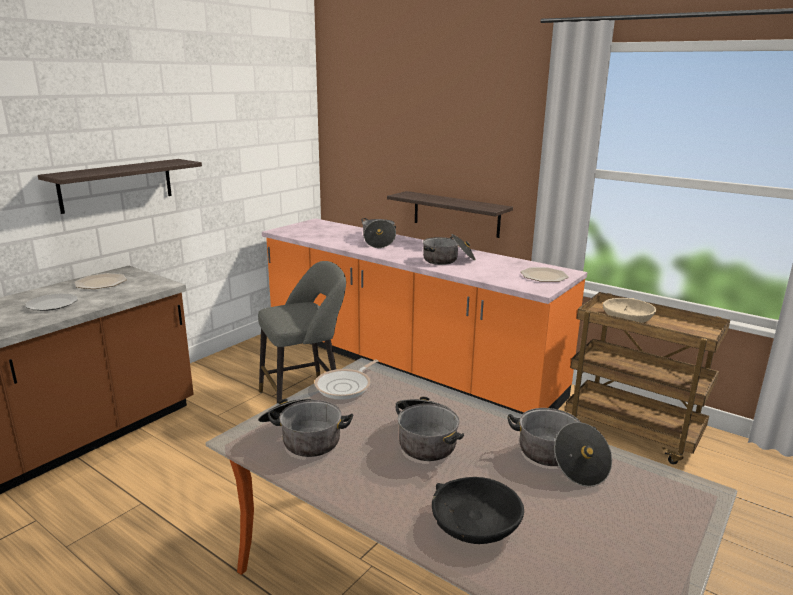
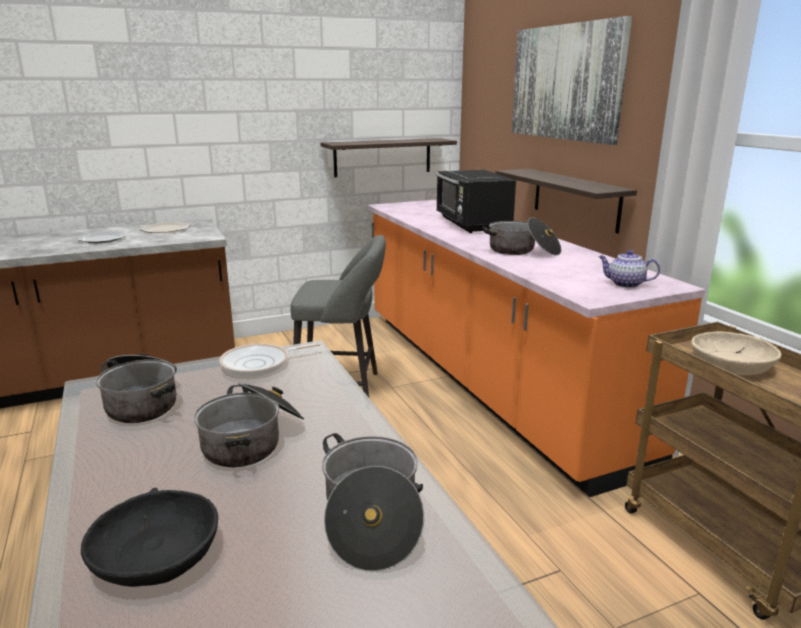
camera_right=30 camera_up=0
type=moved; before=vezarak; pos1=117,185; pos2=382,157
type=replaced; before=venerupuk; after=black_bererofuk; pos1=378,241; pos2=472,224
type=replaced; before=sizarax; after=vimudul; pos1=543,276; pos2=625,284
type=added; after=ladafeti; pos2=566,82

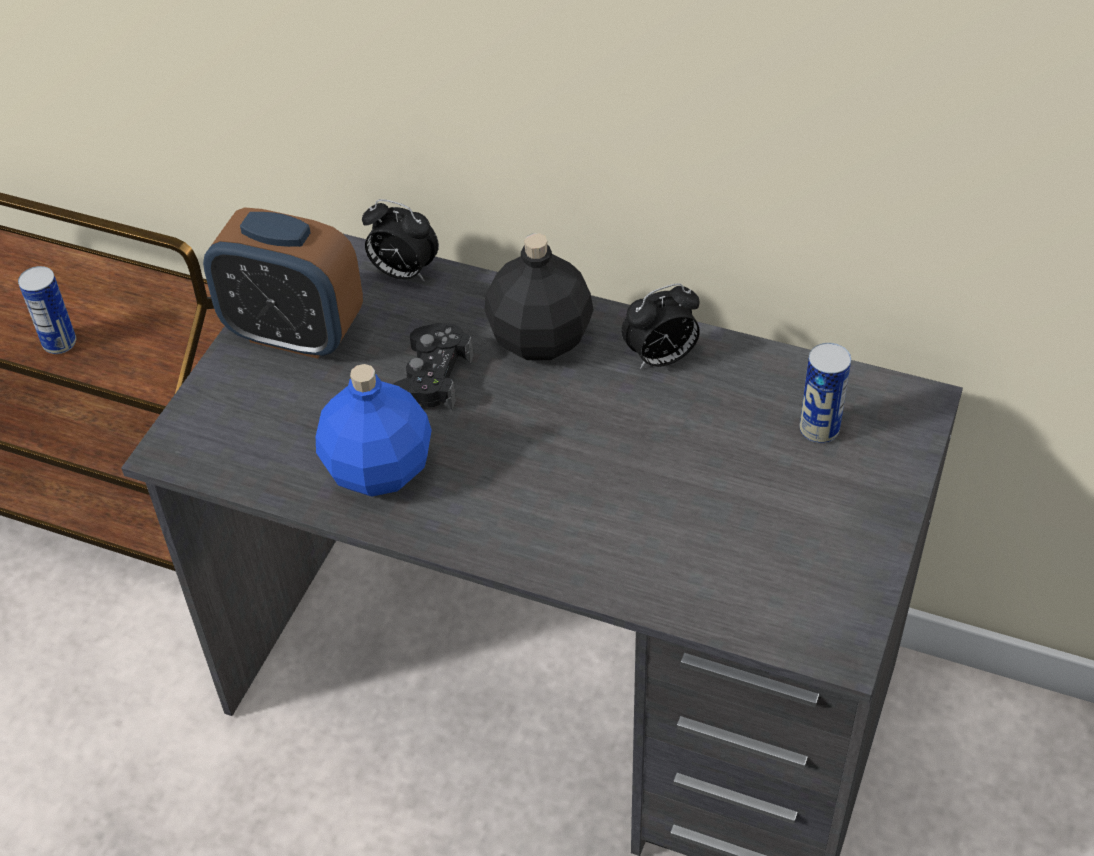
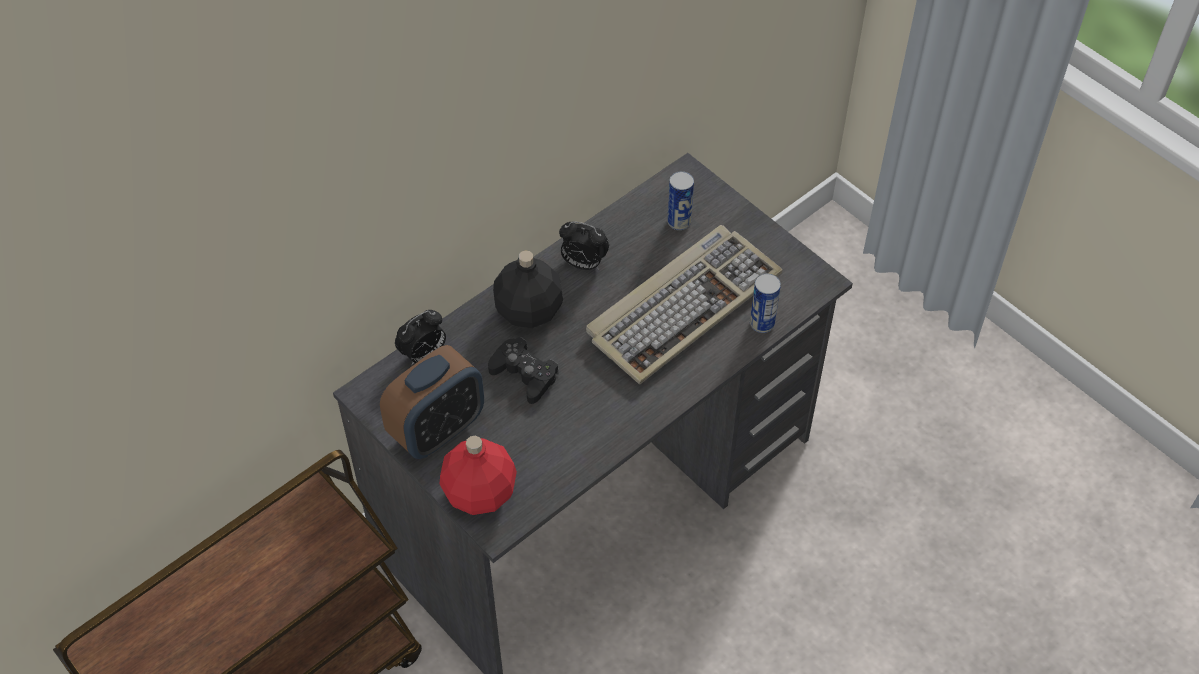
camera_right=-65 camera_up=5
type=moved; before=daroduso; pos1=59,343; pos2=762,323
type=removed; before=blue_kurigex; pos1=378,468
type=turned; before=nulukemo; pos1=660,359; pos2=583,264; turn=105
type=added; after=red_kurigex; pos2=480,492
type=added; after=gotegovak; pos2=683,305

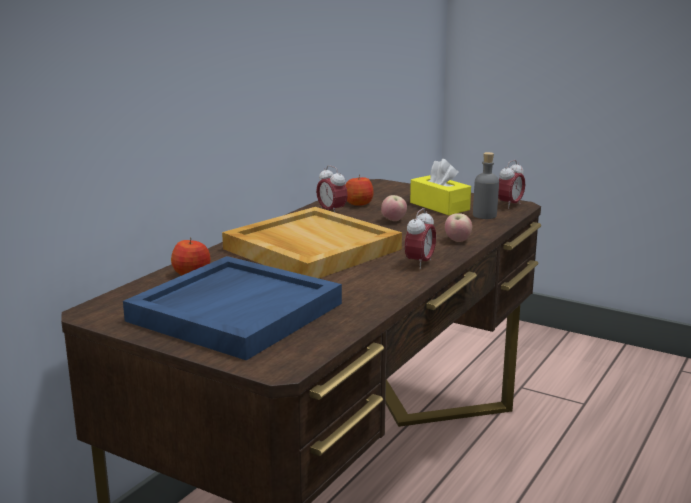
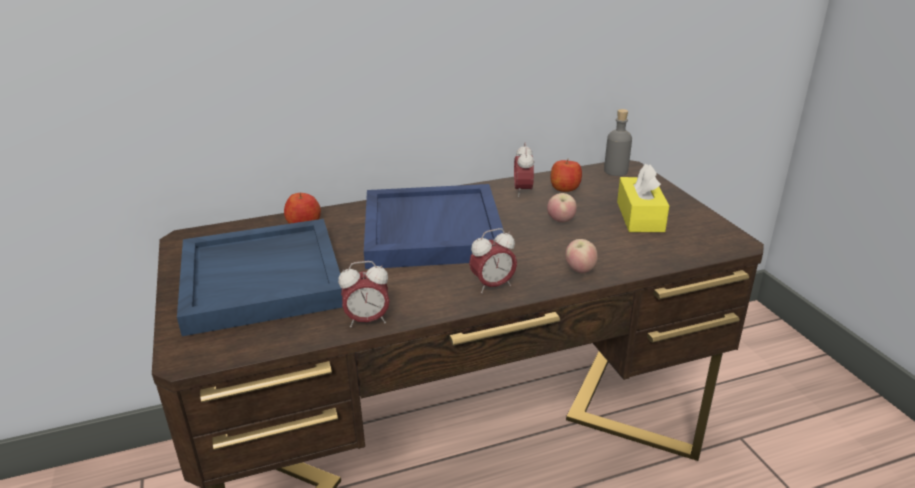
camera_right=40 camera_up=10
type=recoloured; before=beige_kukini; after=blue_kukini; pos1=310,249; pos2=431,230
type=moved; before=grey_kurigex; pos1=484,215; pos2=616,171
type=moved; before=nulukemo; pos1=509,205; pos2=367,320

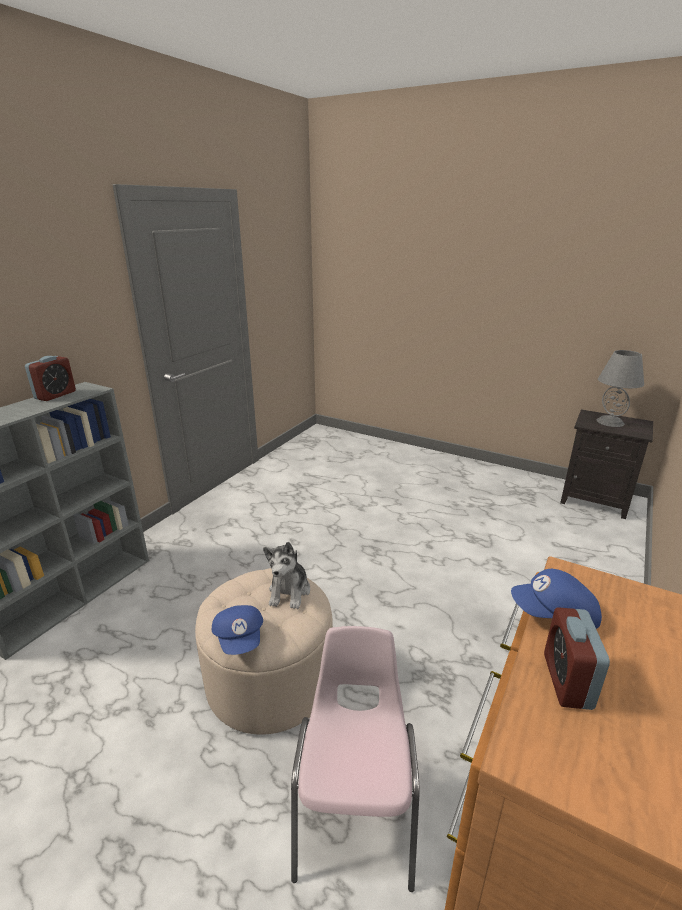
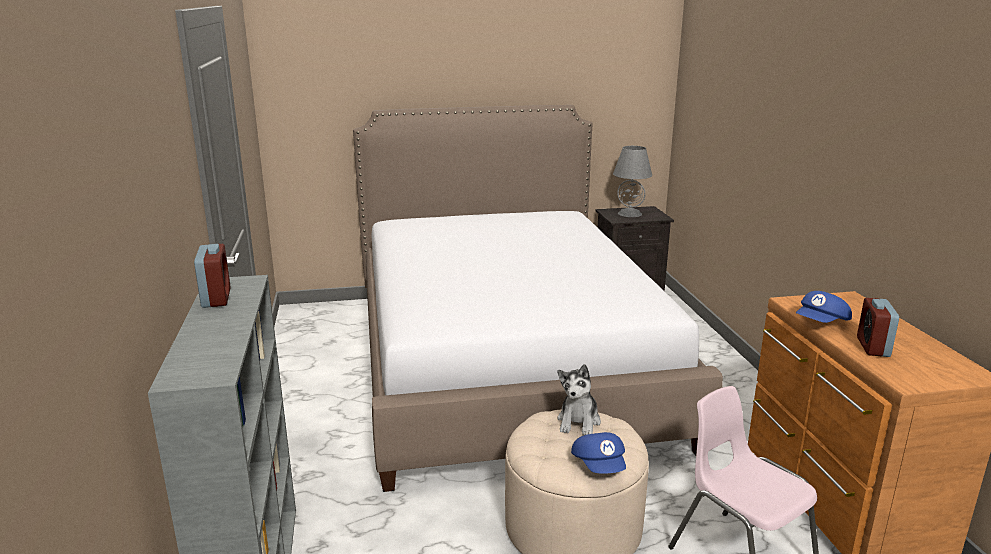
camera_right=-40 camera_up=-5
type=turned; before=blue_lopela; pos1=240,638; pos2=600,466; turn=45
type=turned; before=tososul; pos1=289,591; pos2=579,421; turn=45
type=turned; before=nulukemo; pos1=567,681; pos2=873,347; turn=45
type=added; after=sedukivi; pos2=505,364

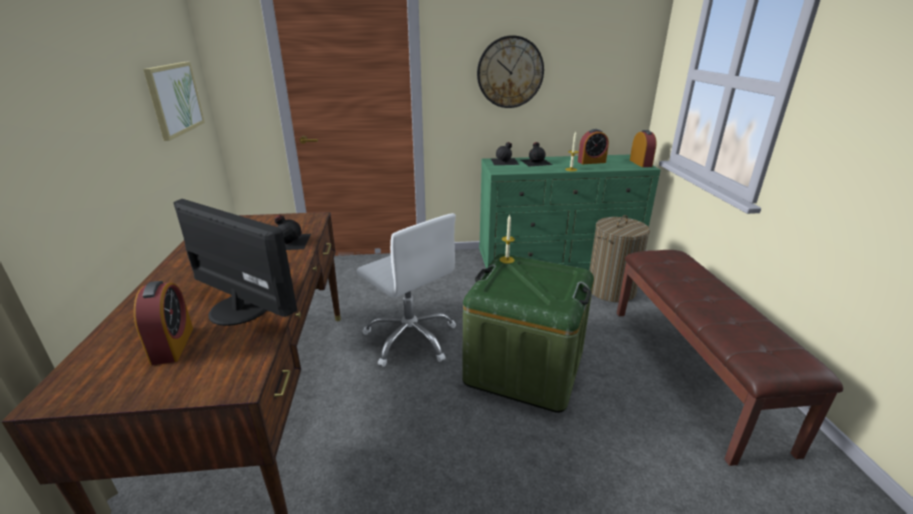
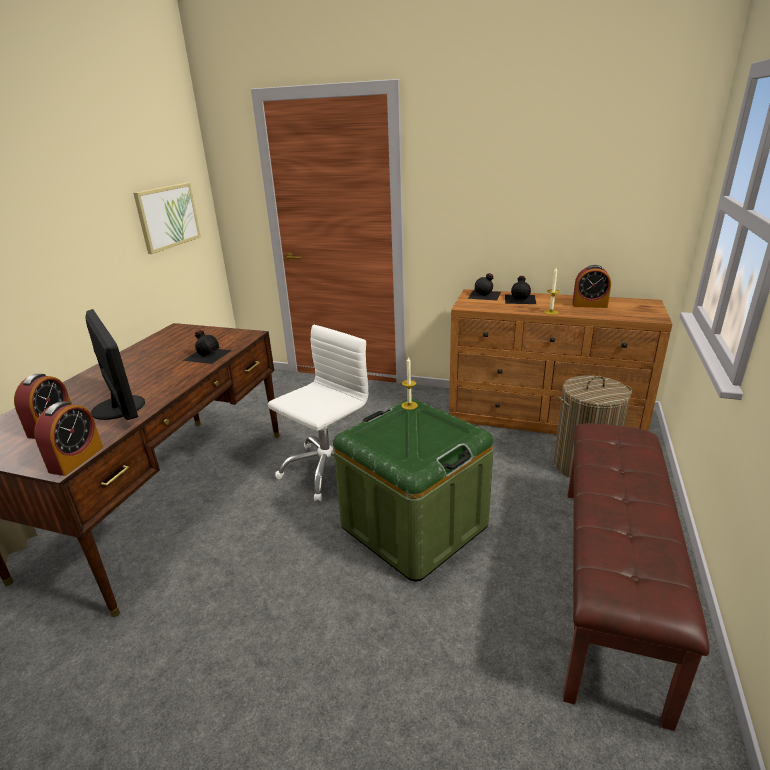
camera_right=25 camera_up=0
type=turned; before=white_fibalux; pos1=411,338; pos2=327,469; turn=-120
type=removed; before=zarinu; pos1=510,72
type=recoloured; before=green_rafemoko; after=brown_rafemoko; pos1=558,260; pos2=545,417
type=moved; before=nulukemo; pos1=640,163; pos2=76,459

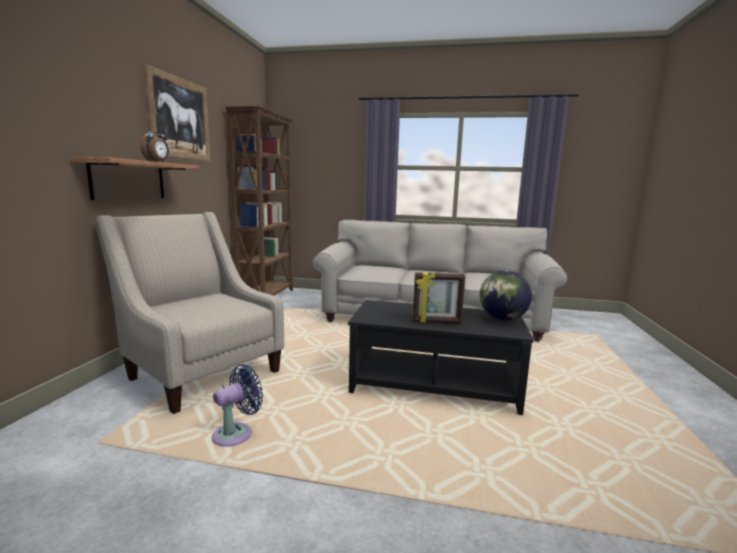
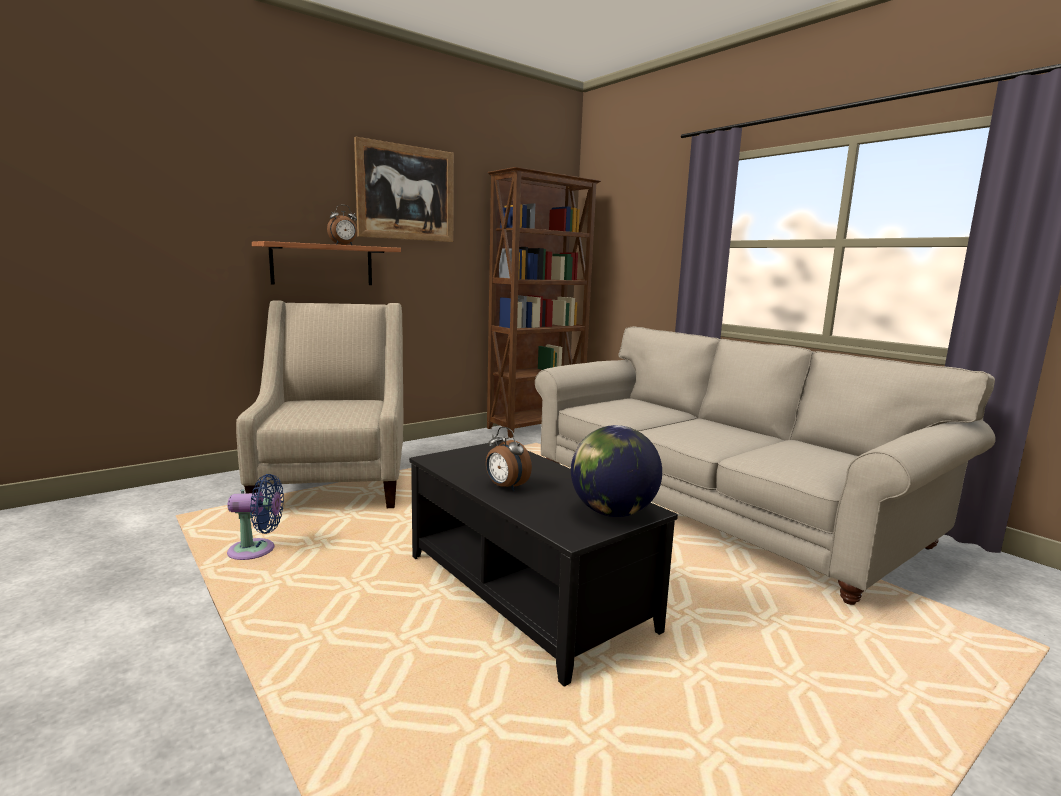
camera_right=40 camera_up=0
type=replaced; before=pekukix; after=nulukemo; pos1=436,321; pos2=505,487

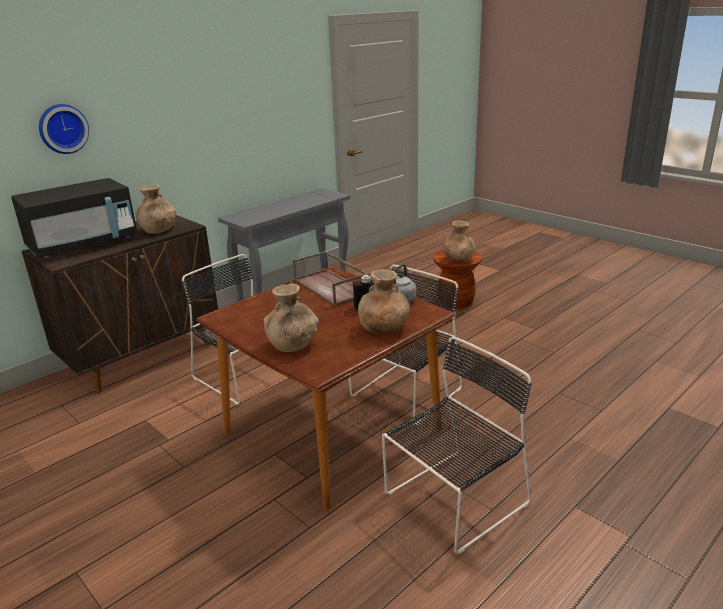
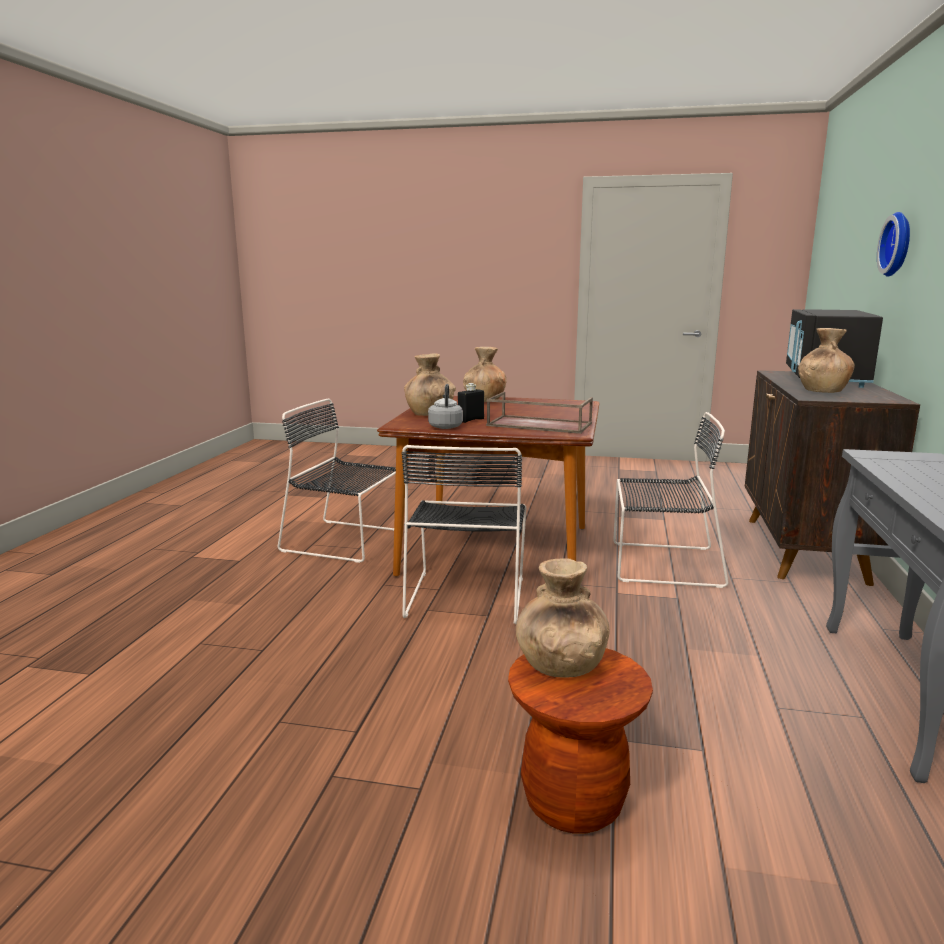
camera_right=145 camera_up=-10
type=turned; before=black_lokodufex; pos1=453,501; pos2=346,541; turn=90

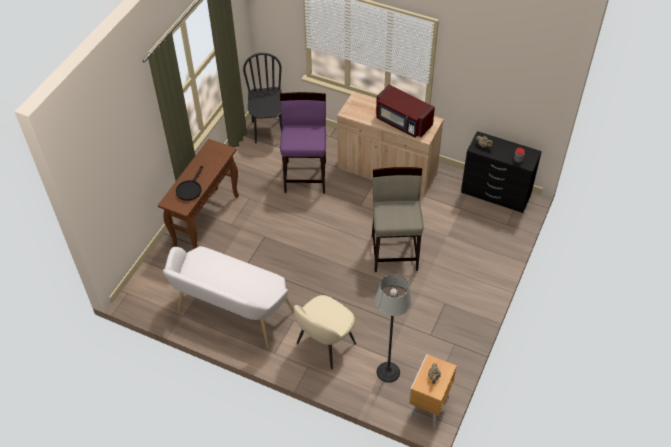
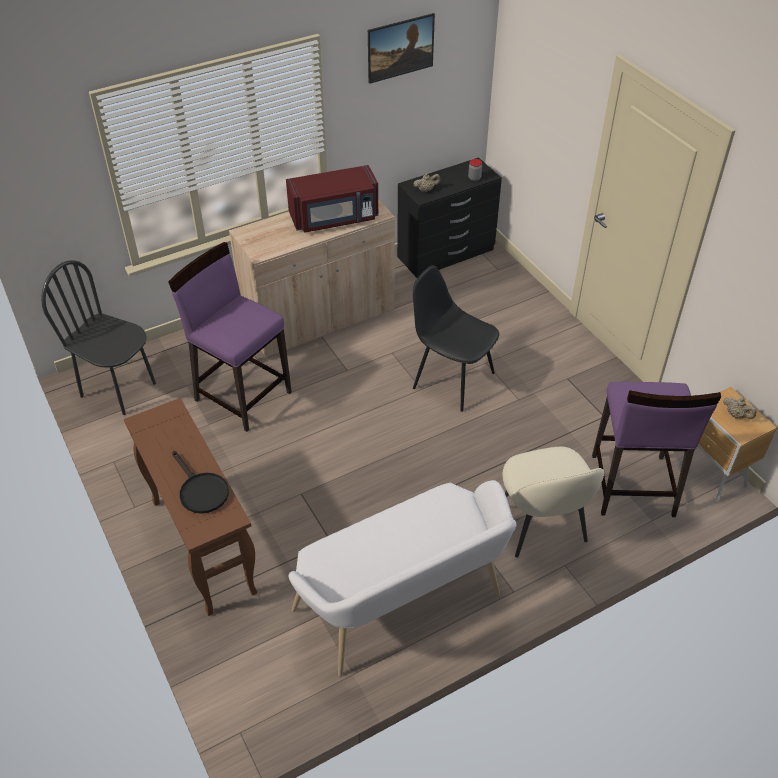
camera_right=-55 camera_up=-5
type=replaced; before=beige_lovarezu; after=black_lokodufex; pos1=395,252; pos2=451,379
type=replaced; before=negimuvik; after=purple_lovarezu; pos1=388,372; pos2=631,486
type=added; after=ladafeti; pos2=400,61

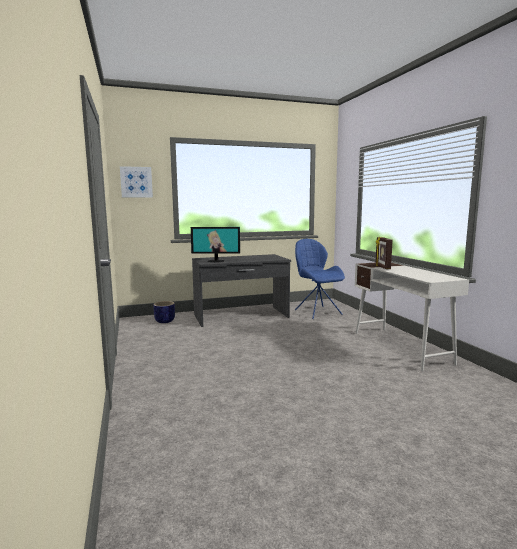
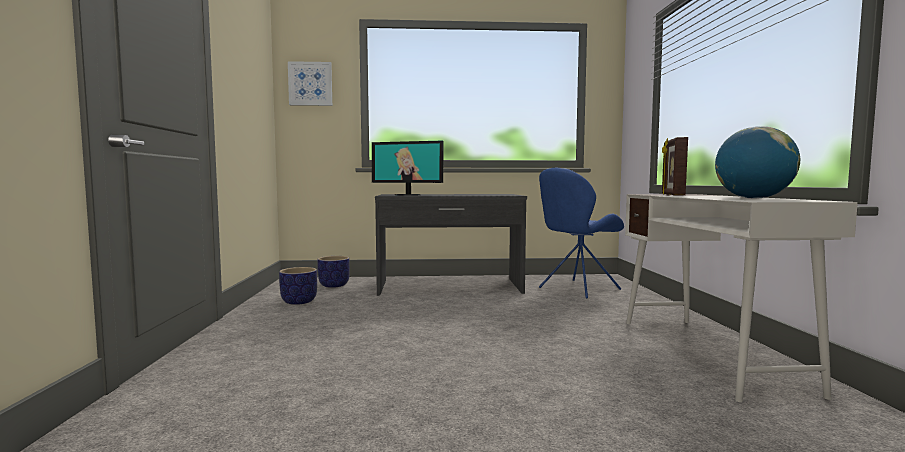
camera_right=15 camera_up=-5
type=turned; before=blue_lokodufex; pos1=317,312; pos2=577,289; turn=-120
type=added; after=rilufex; pos2=299,301
type=added; after=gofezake; pos2=753,198

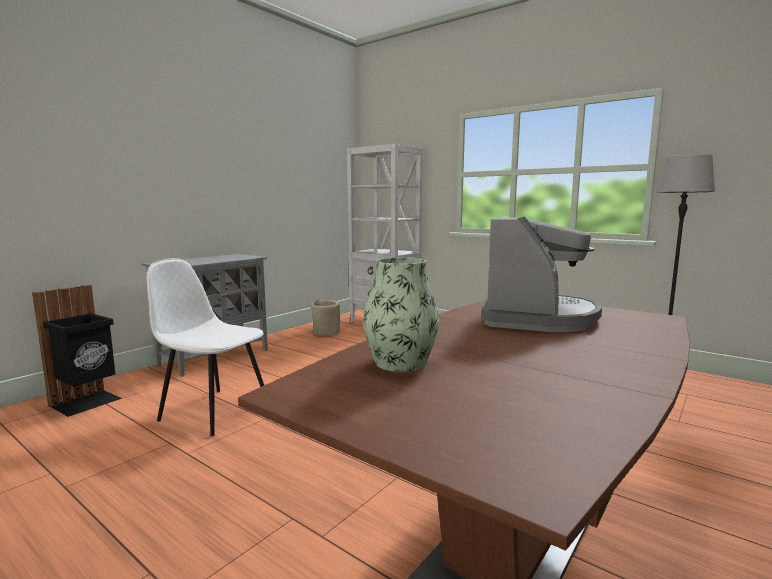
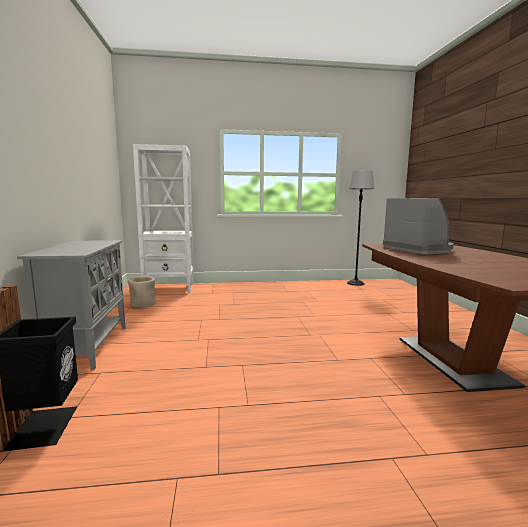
camera_right=-45 camera_up=0
type=removed; before=white_lokodufex; pos1=213,410
type=removed; before=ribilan; pos1=400,362

